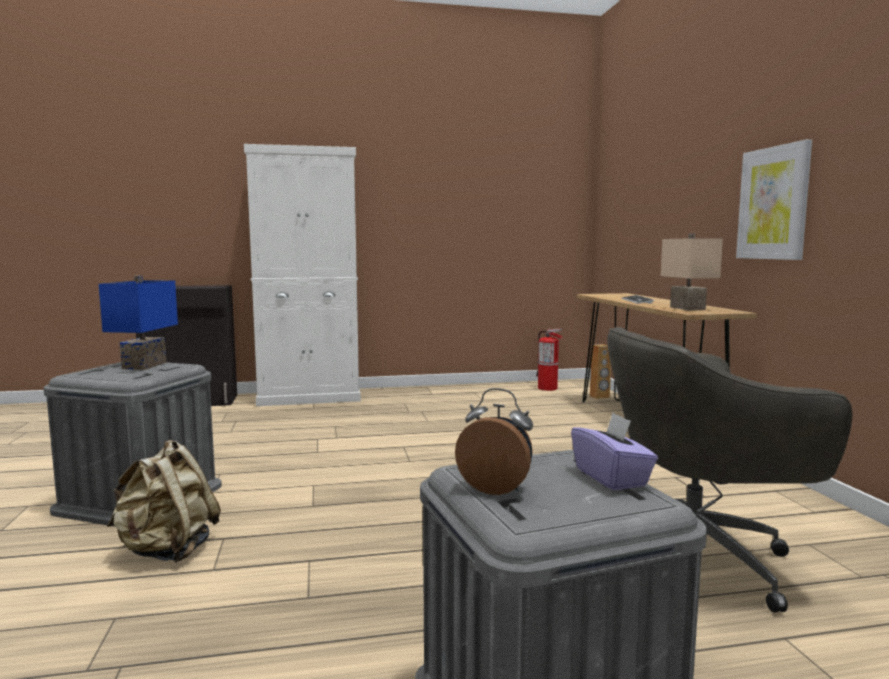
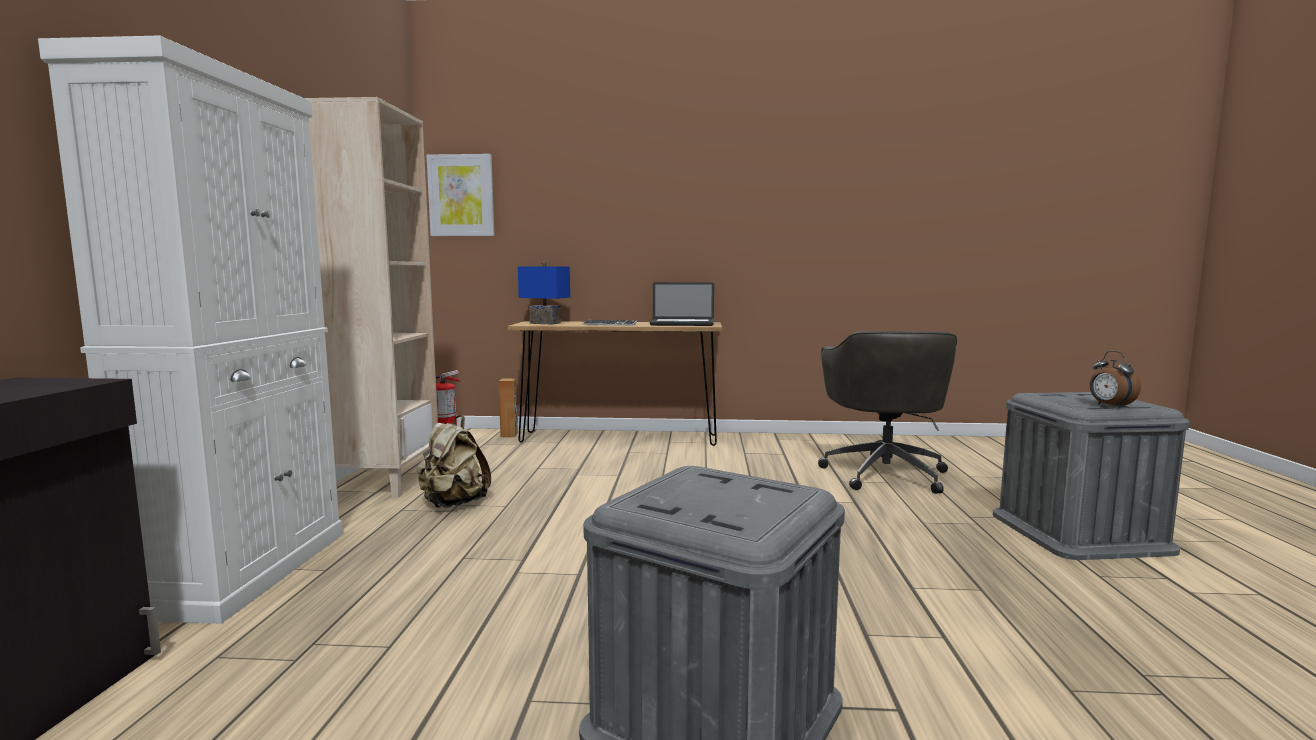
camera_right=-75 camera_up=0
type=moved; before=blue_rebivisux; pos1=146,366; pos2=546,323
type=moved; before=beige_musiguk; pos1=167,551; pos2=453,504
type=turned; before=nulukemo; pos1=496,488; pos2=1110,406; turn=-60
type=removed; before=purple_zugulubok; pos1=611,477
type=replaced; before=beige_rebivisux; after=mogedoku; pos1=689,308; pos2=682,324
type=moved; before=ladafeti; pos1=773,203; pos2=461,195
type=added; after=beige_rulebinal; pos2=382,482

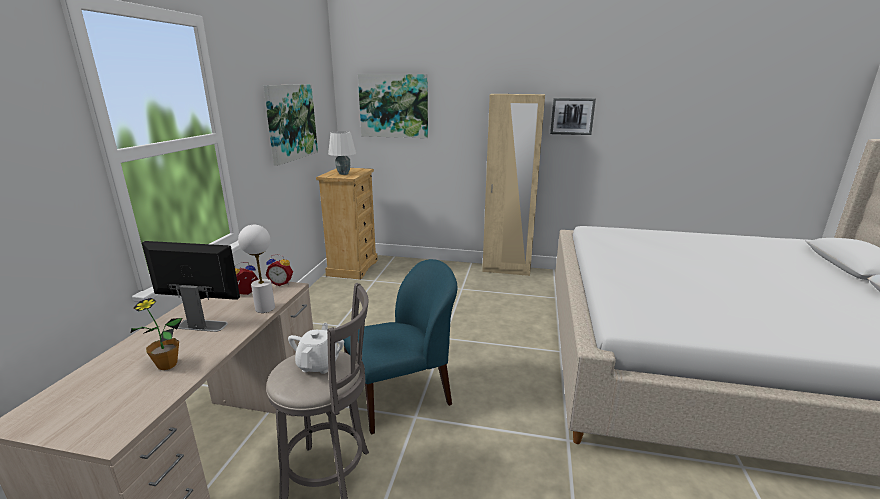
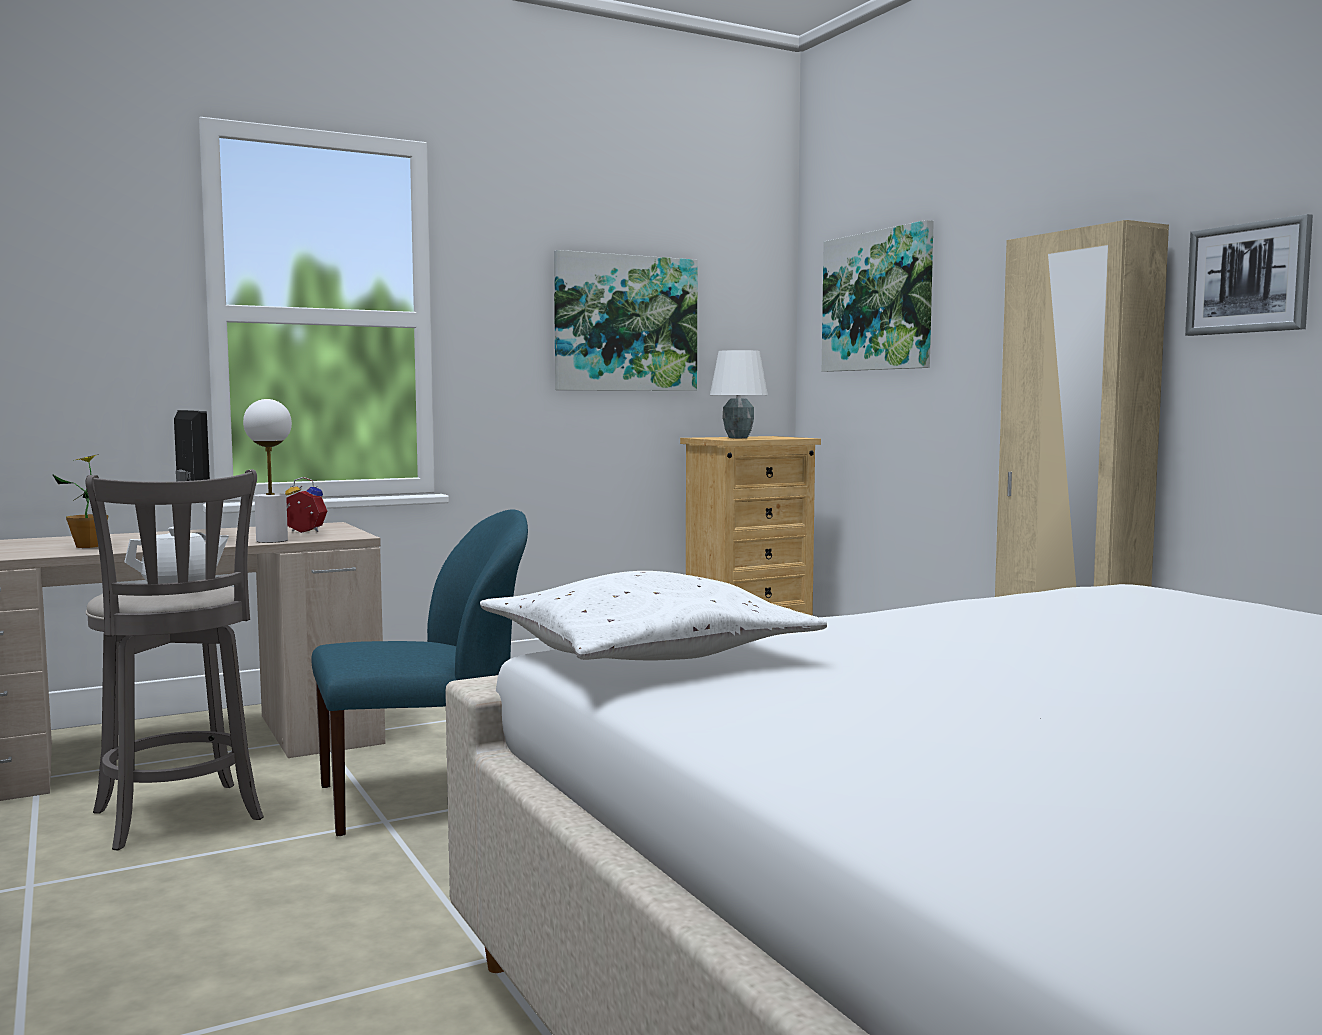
camera_right=50 camera_up=-15
type=removed; before=nulukemo; pos1=281,283
type=turned; before=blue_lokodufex; pos1=402,397; pos2=425,797; turn=-45
type=added; after=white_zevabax; pos2=646,654

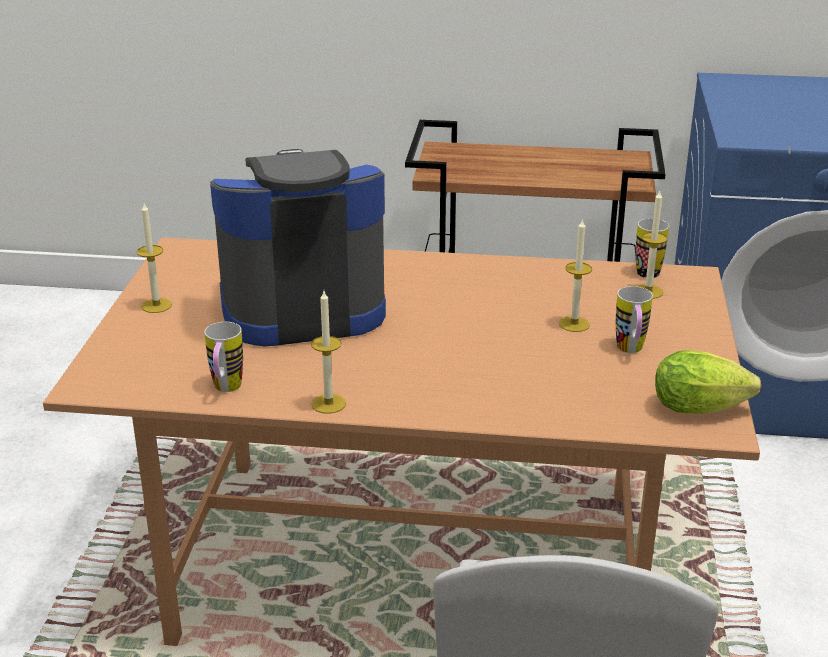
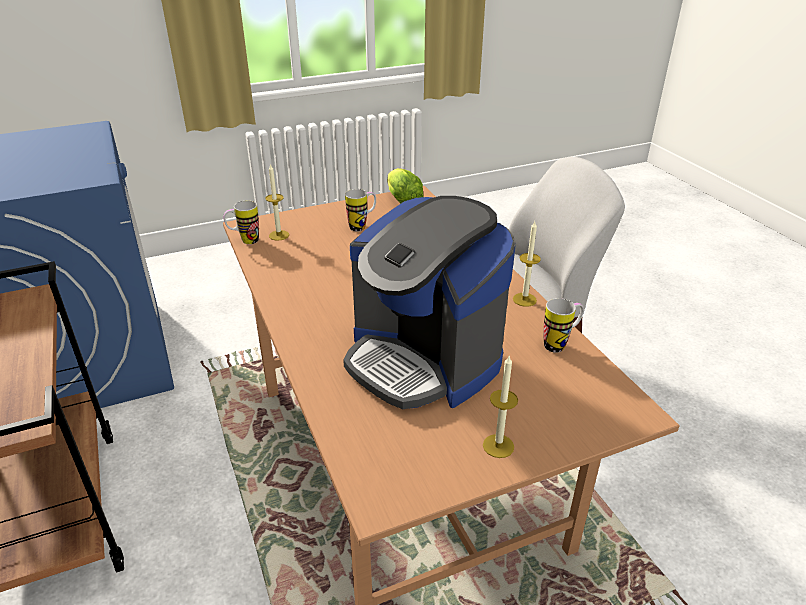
camera_right=-120 camera_up=5
type=removed; before=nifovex; pos1=574,324

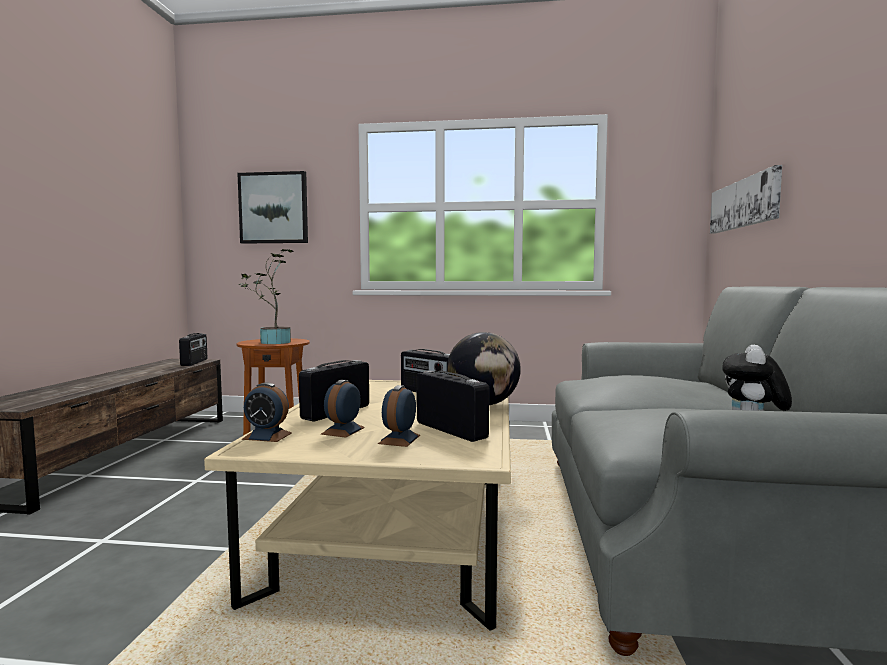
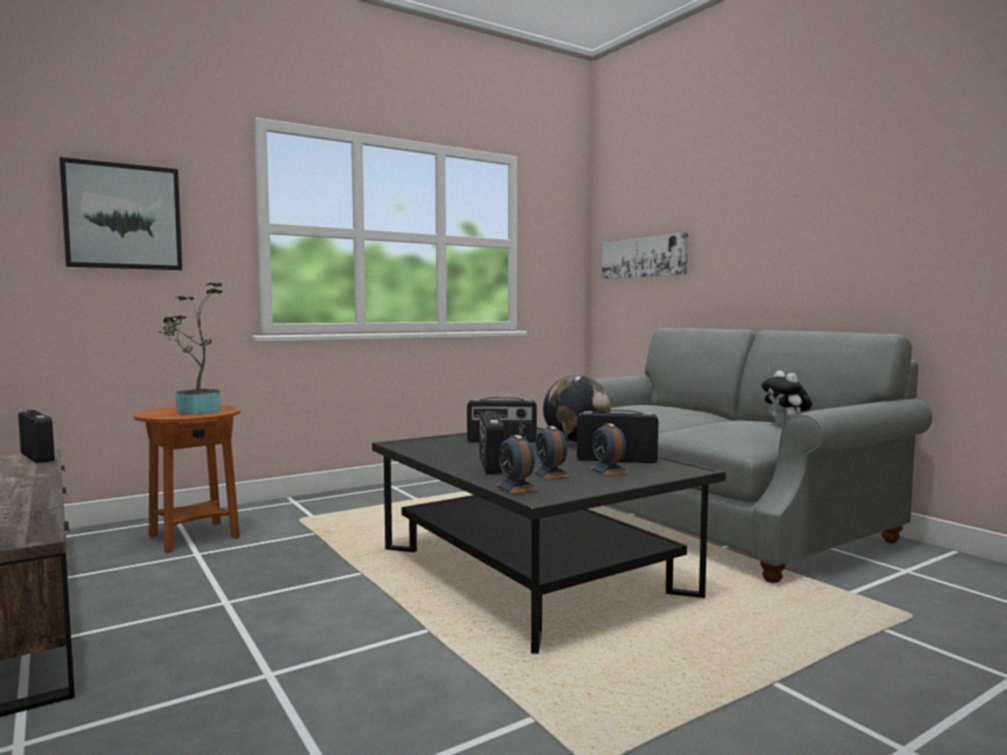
camera_right=-40 camera_up=0
type=recoloured; before=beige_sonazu; after=black_sonazu; pos1=399,528; pos2=531,572
type=turned; before=nulukemo; pos1=267,436; pos2=516,487; turn=90

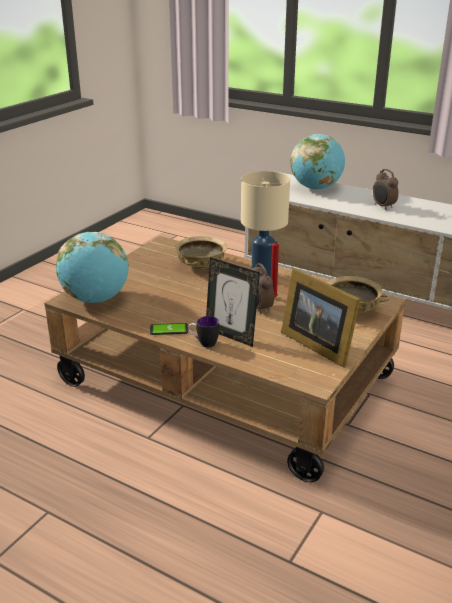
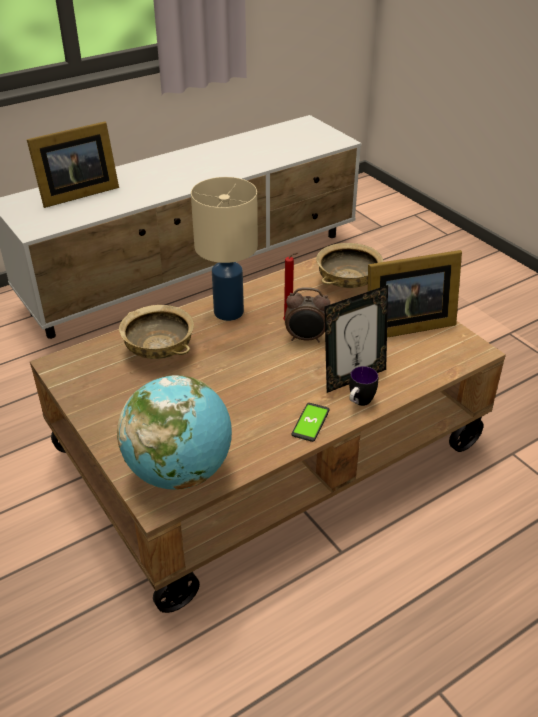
camera_right=-65 camera_up=10
type=replaced; before=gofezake; after=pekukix; pos1=316,188; pos2=75,194
type=removed; before=nulukemo; pos1=383,207

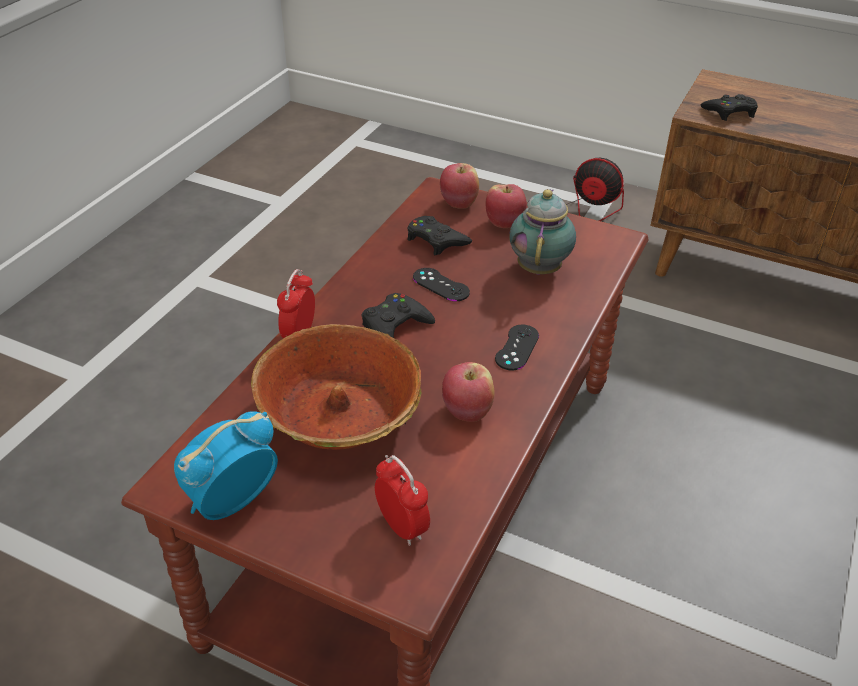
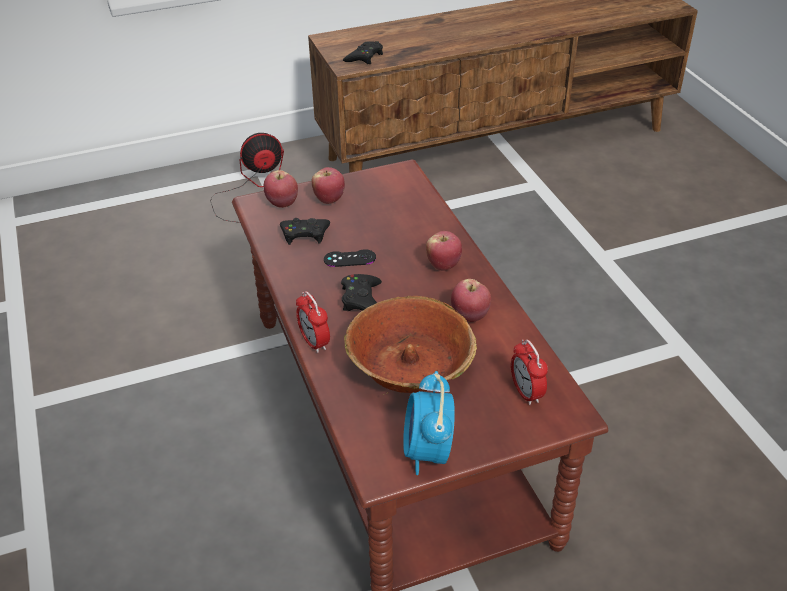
camera_right=-45 camera_up=0
type=turned; before=nulukemo; pos1=402,526; pos2=526,393; turn=-120
type=replaced; before=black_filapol; after=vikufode; pos1=517,347; pos2=443,265
type=removed; before=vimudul; pos1=540,267

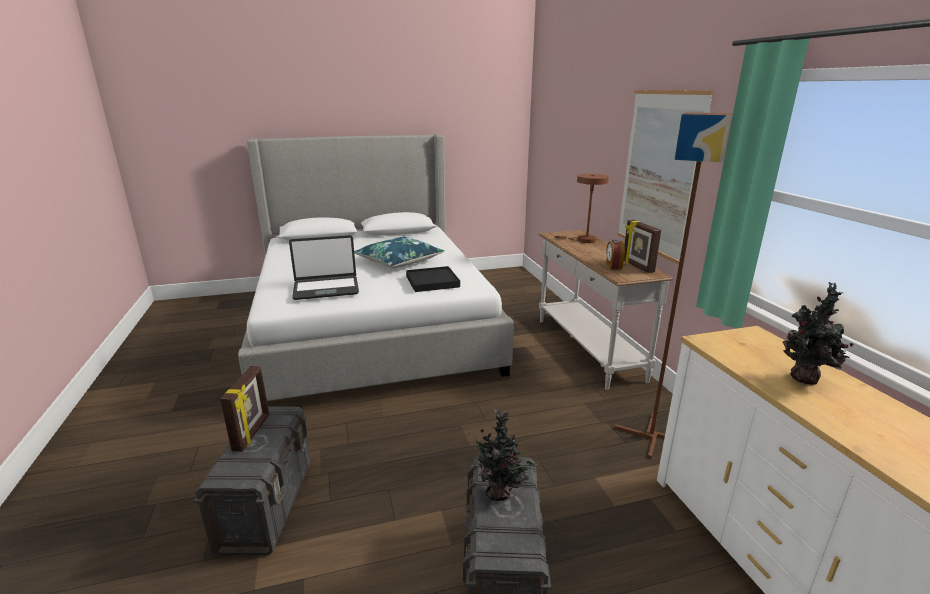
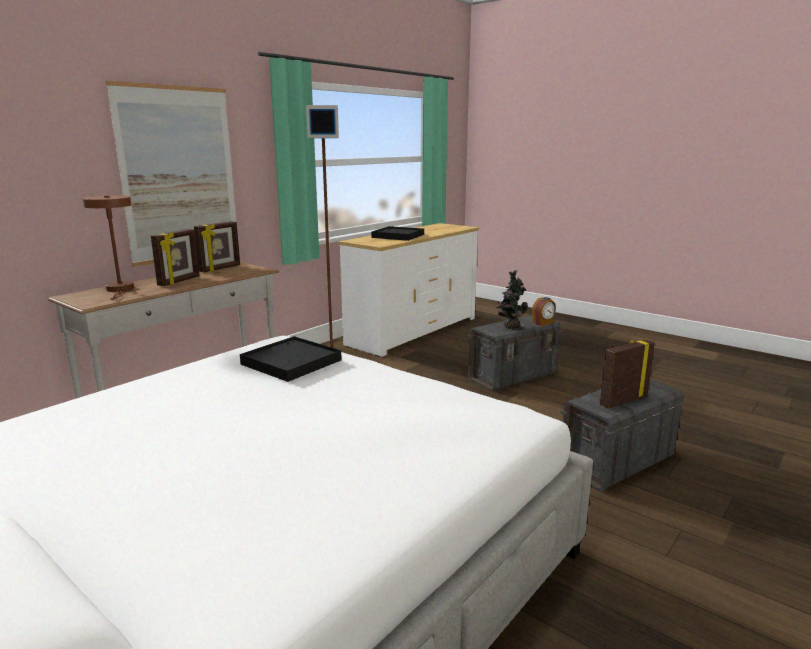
camera_right=-125 camera_up=-5
type=removed; before=mogedoku; pos1=326,289
type=removed; before=blue_zevabax; pos1=399,261
type=moved; before=nulukemo; pos1=613,266; pos2=543,323
type=replaced; before=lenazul; after=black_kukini; pos1=804,380; pos2=398,236
type=added; after=pekukix; pos2=179,281

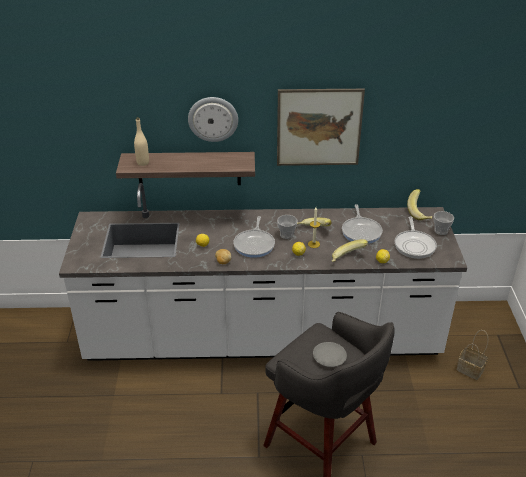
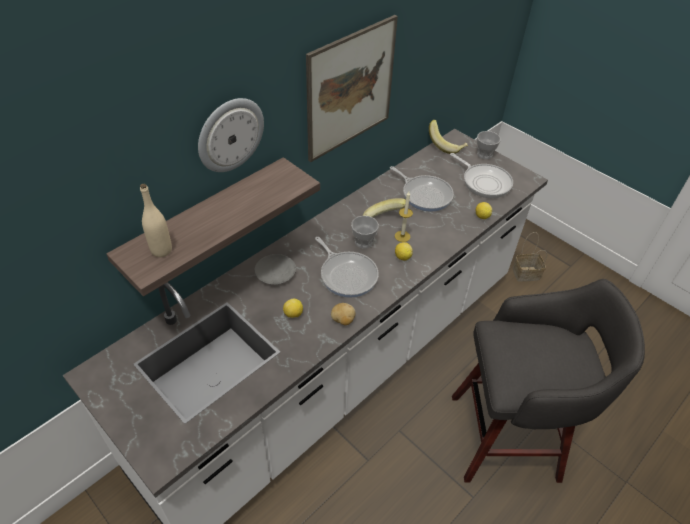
camera_right=-45 camera_up=10
type=moved; before=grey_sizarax; pos1=329,358; pos2=276,273
type=removed; before=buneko; pos1=347,259

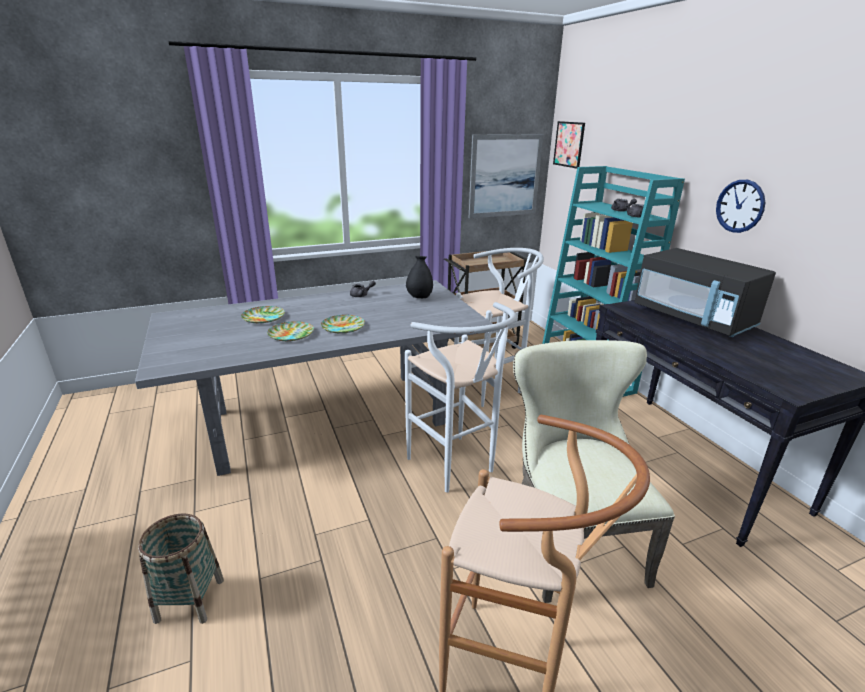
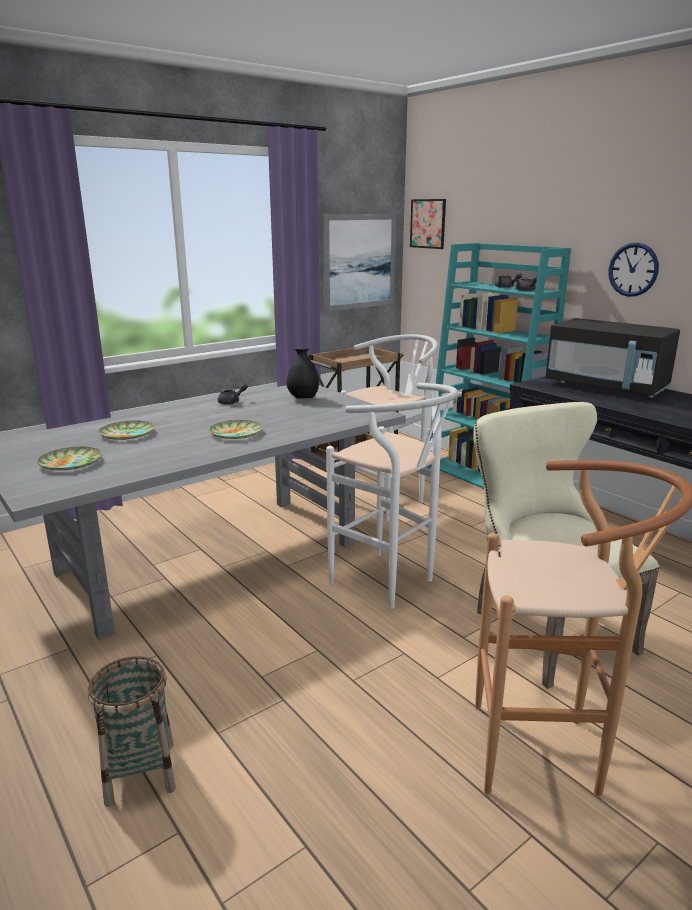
camera_right=-15 camera_up=-5
type=moved; before=sizarax; pos1=291,334; pos2=71,462

